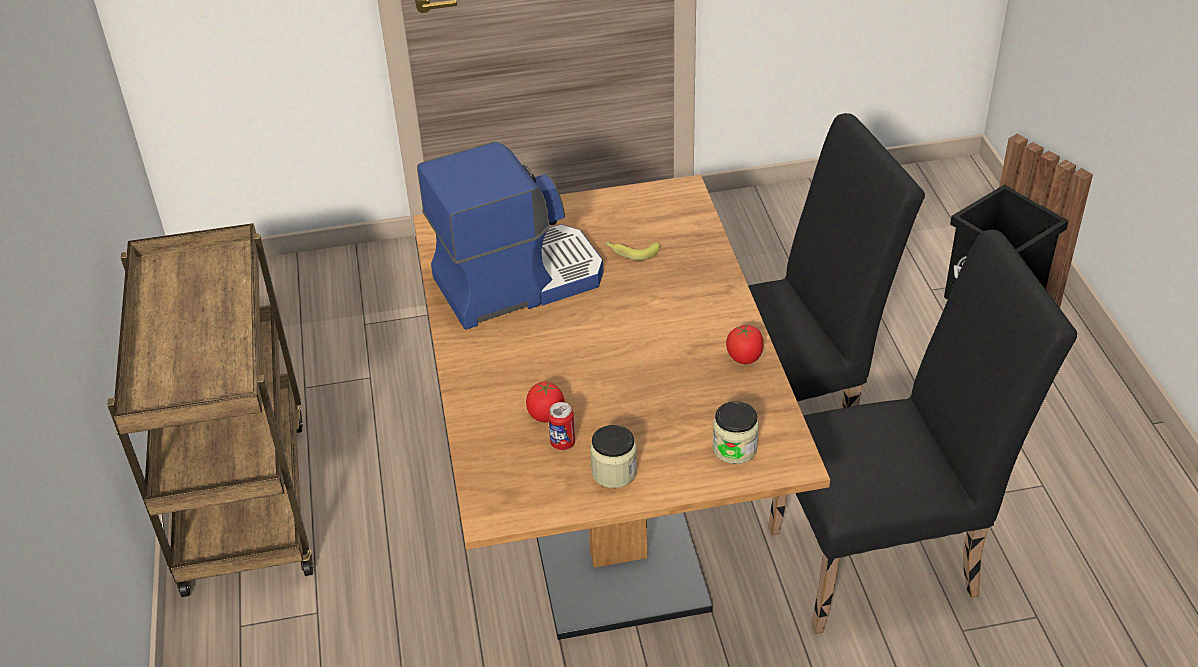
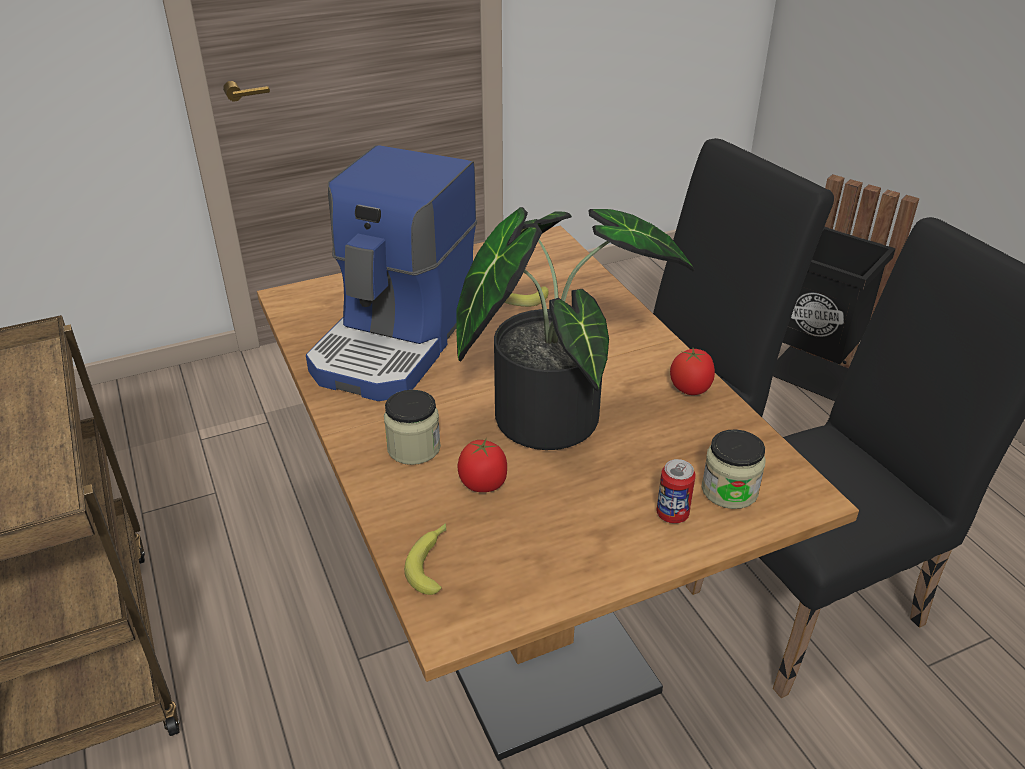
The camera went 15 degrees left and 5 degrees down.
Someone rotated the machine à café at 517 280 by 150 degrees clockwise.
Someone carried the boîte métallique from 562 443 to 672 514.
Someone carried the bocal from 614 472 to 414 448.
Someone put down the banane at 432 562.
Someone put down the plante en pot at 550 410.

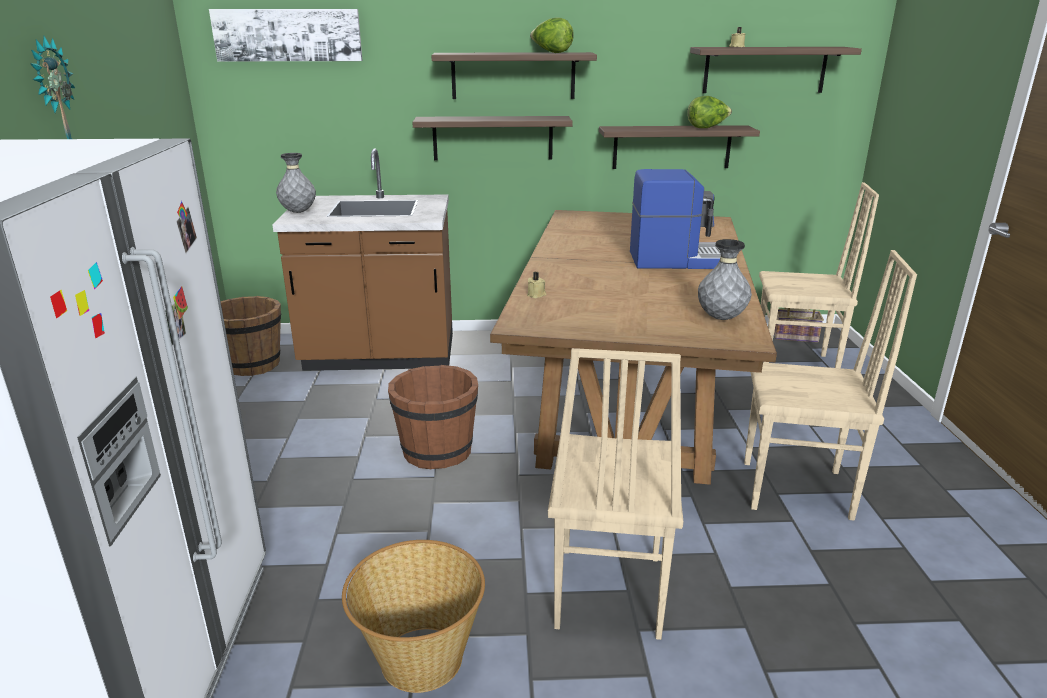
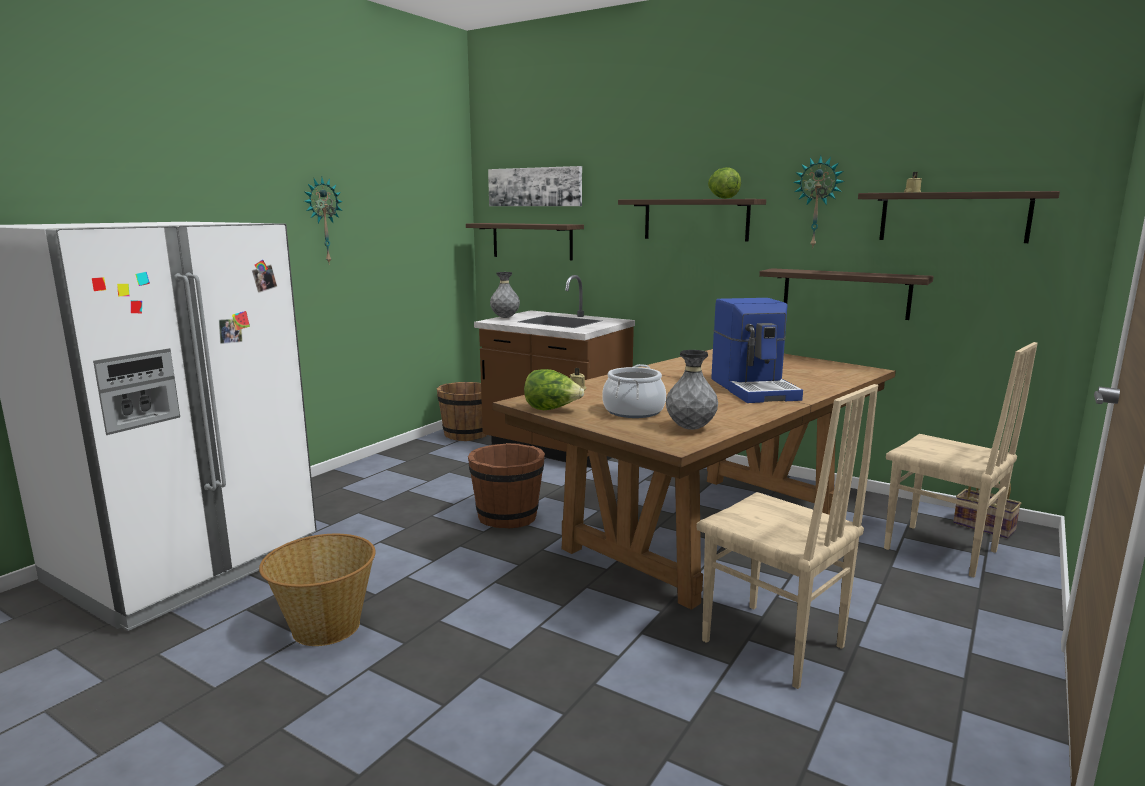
The camera went 35 degrees right and 10 degrees down.
Someone carried the étagère from 493 138 to 532 241.
Someone took away the chaise (beige) at 606 592.
Someone rotated the machine à café at 678 259 by 45 degrees clockwise.
Someone carried the laitue from 707 128 to 552 409.
Someone put down the marmite at 633 411.
Someone put up the horloge murale at 817 202.

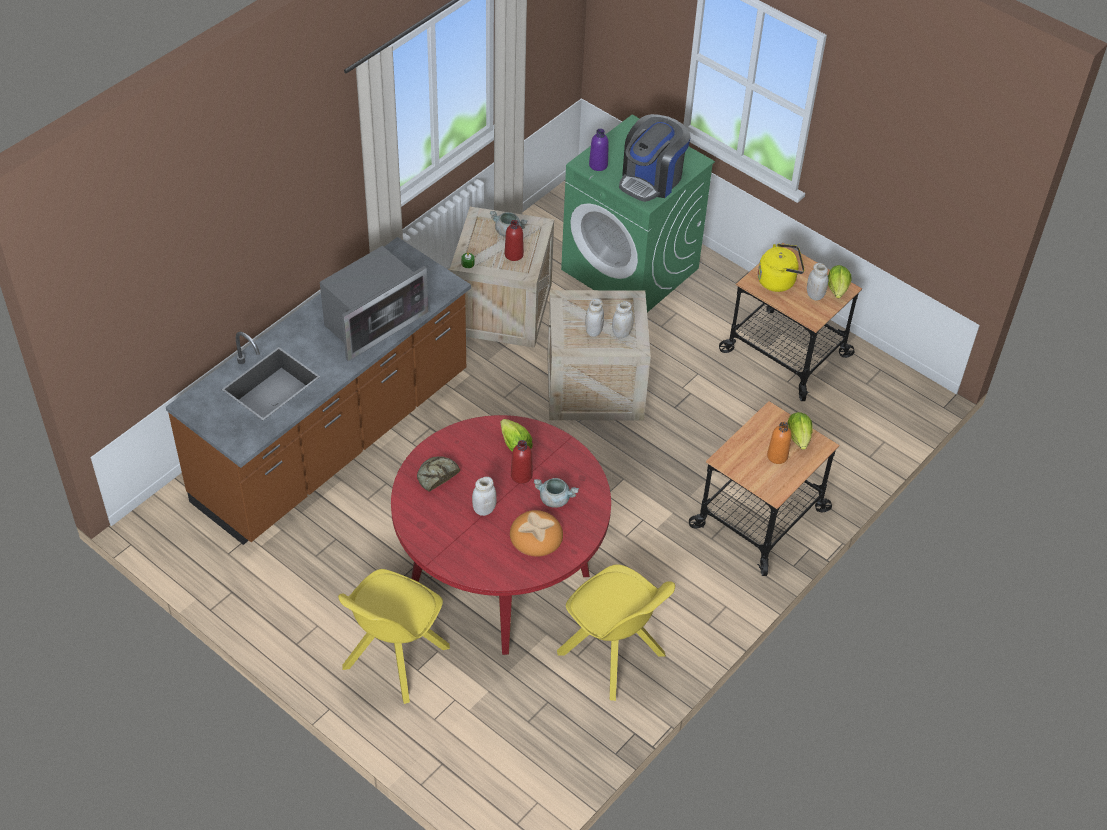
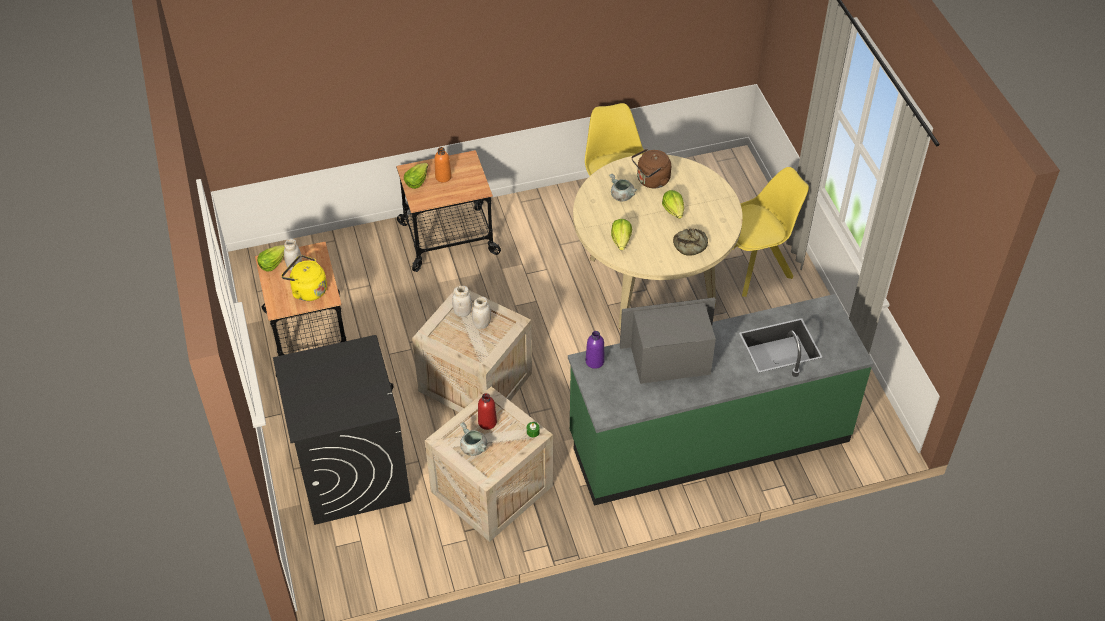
The camera went 145 degrees left and 0 degrees up.
Someone repainted the comptoir de cuisine (marron) at 334 439, which became the comptoir de cuisine (vert) at 708 438.
Someone repainted the table à manger (rouge) at 500 578, which became the table à manger (beige) at 652 282.
Someone swapped the bocal (blanc) at 484 509 for the laitue at 674 210.
Someone swapped the pain at 536 536 for the bouilloire (marron) at 651 181.
Someone took away the bouteille (rouge) at 521 475.
Someone repainted the lave-linge (vert) at 631 269, which became the lave-linge (noir) at 352 470.
Someone carried the bouteille (violet) from 598 165 to 594 361.
Someone took away the machine à café at 651 179.

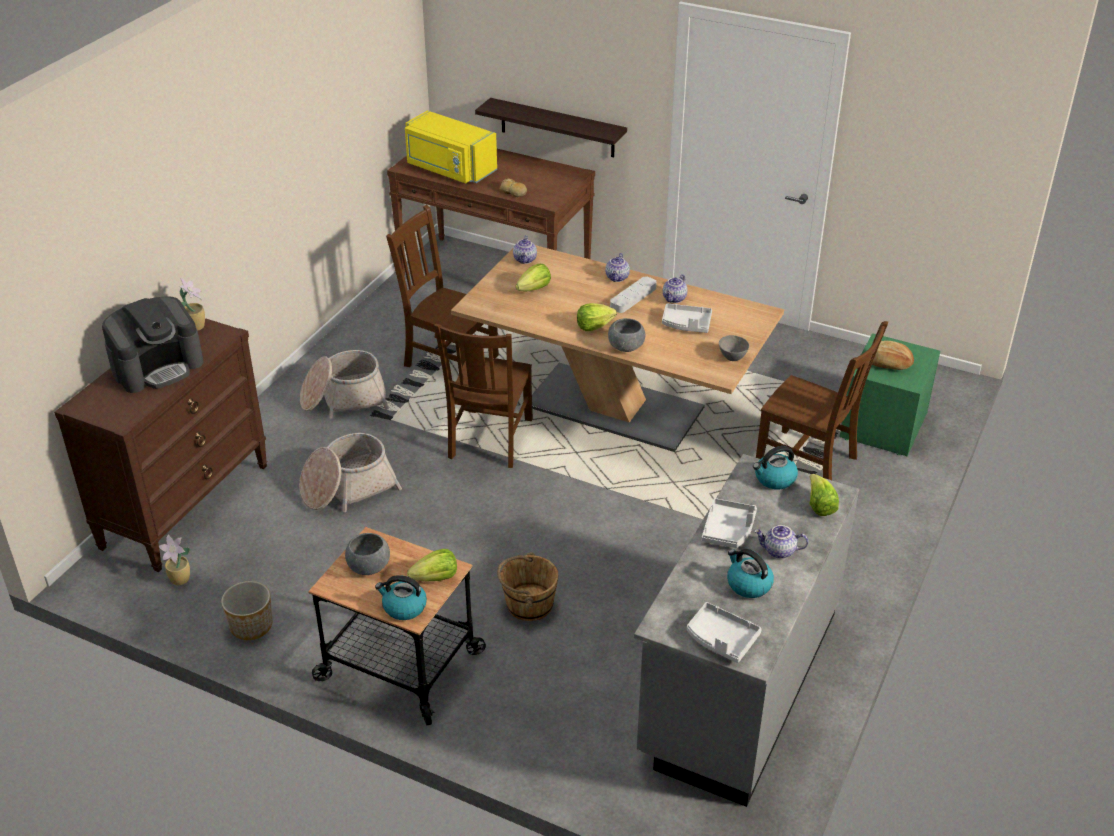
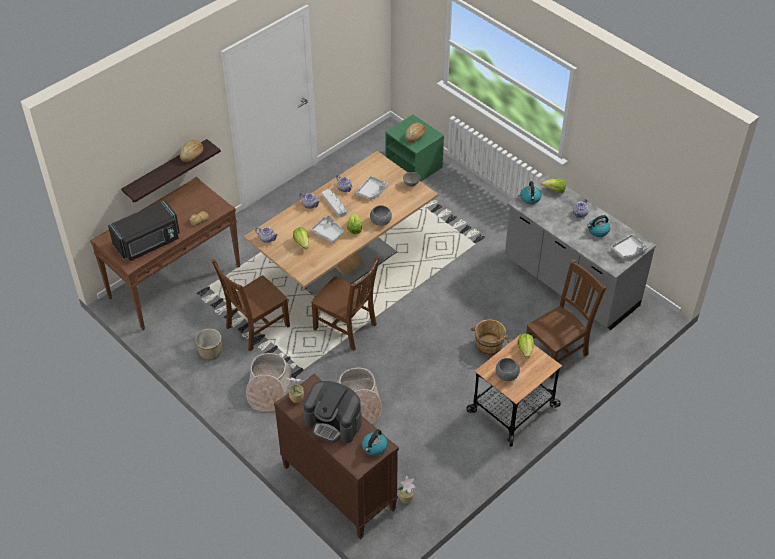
The camera went 70 degrees left and 10 degrees up.
Someone rotated the machine à café at 158 367 by 135 degrees clockwise.
Someone carried the cache-pot from 251 626 to 210 352.
Someone carried the bouilloire from 403 607 to 374 447.
Someone repainted the micro-ondes (jaune) at 449 169, which became the micro-ondes (noir) at 148 243.
Someone carried the plateau (gris) from 728 530 to 328 233.
Someone carried the chaise (marron) from 809 462 to 557 352.
Someone put down the pain at 192 155.

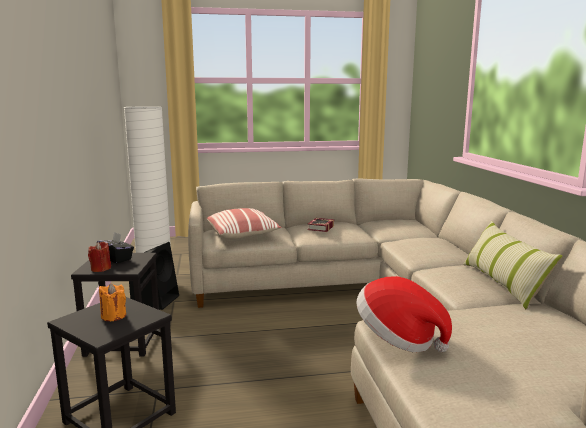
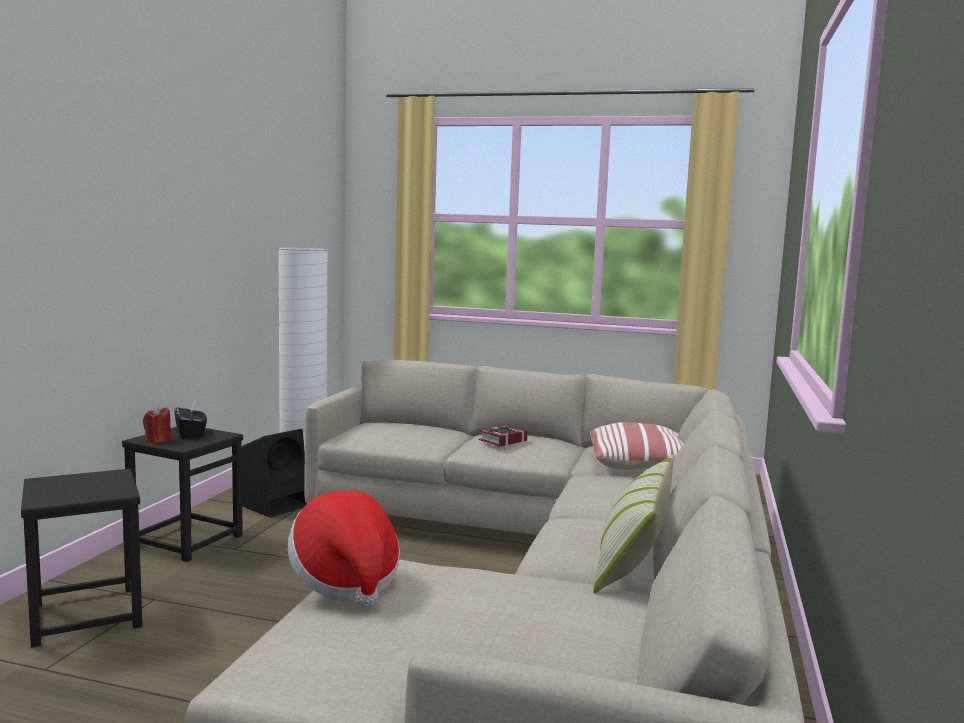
The camera went 25 degrees right and 5 degrees down.
Someone took away the bougie (orange) at 113 316.
Someone carried the coussin from 243 234 to 640 465.

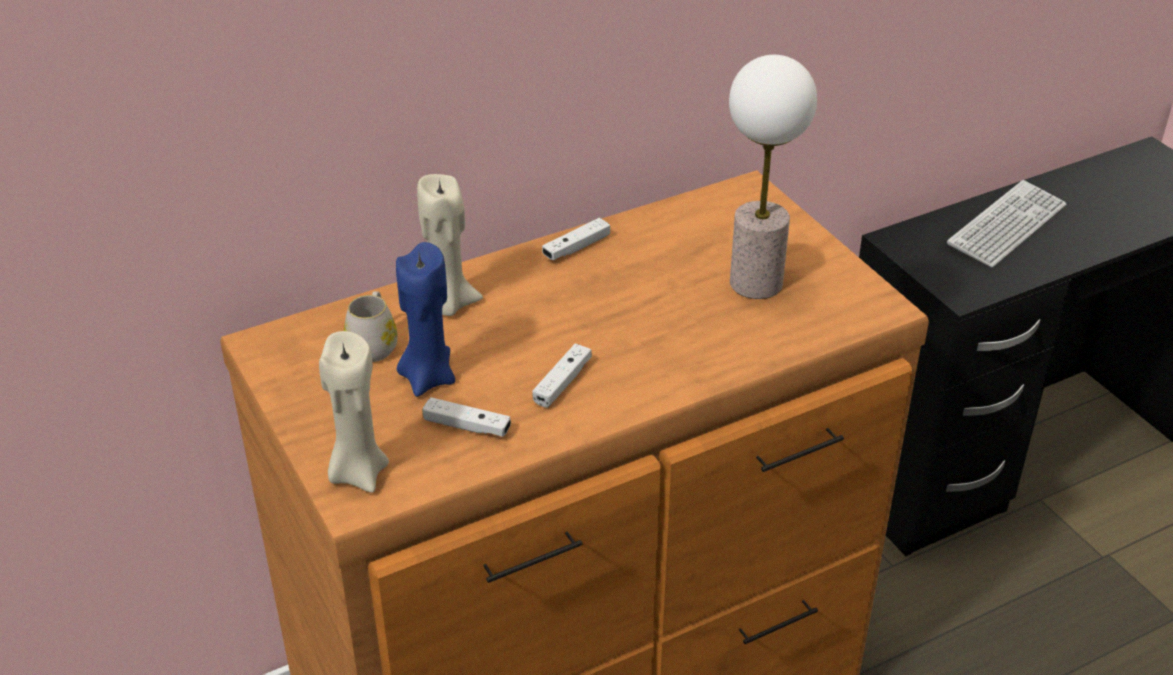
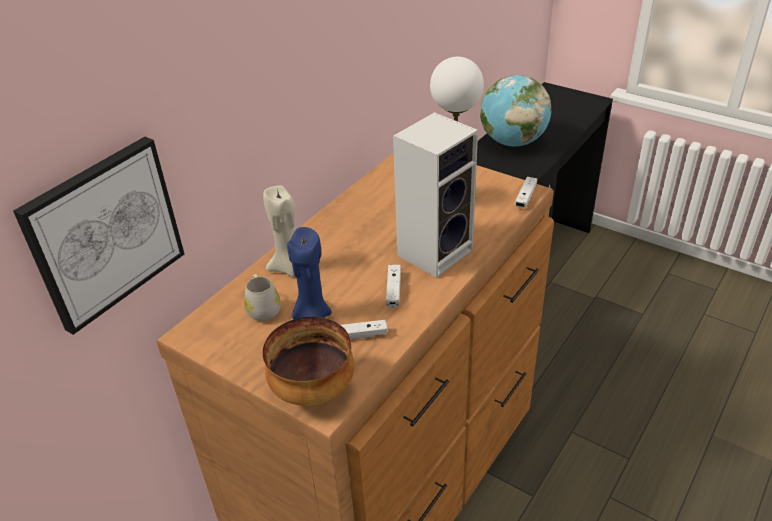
The camera went 25 degrees left and 0 degrees up.
Someone swapped the bougie (beige) at 358 472 for the bol at 313 389.
Someone carried the manette (blanc) from 576 247 to 525 197.
Someone swapped the clavier at 1007 226 for the globe at 512 142.
Someone put up the tableau at 104 233.
Someone put down the enceinte at 435 251.

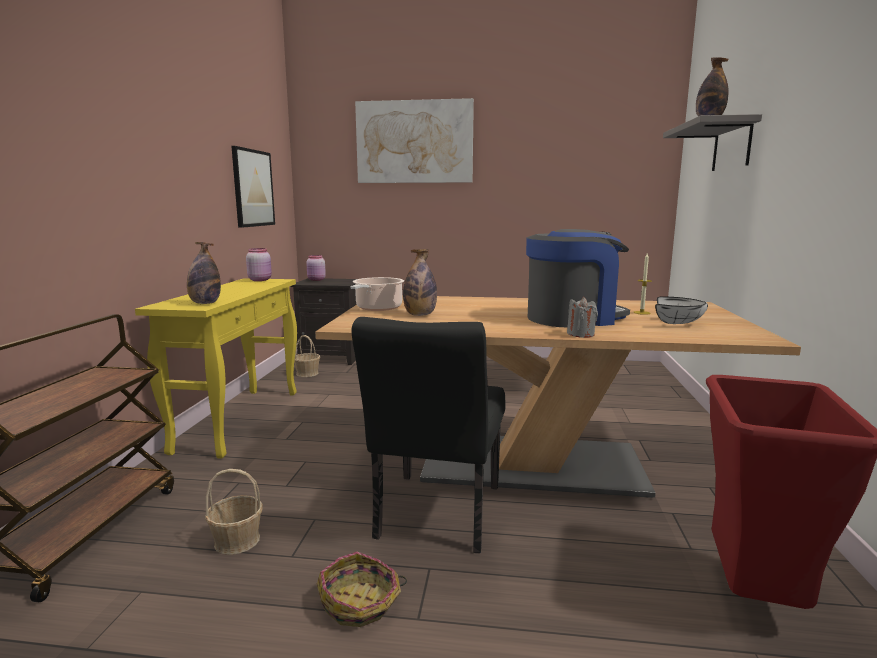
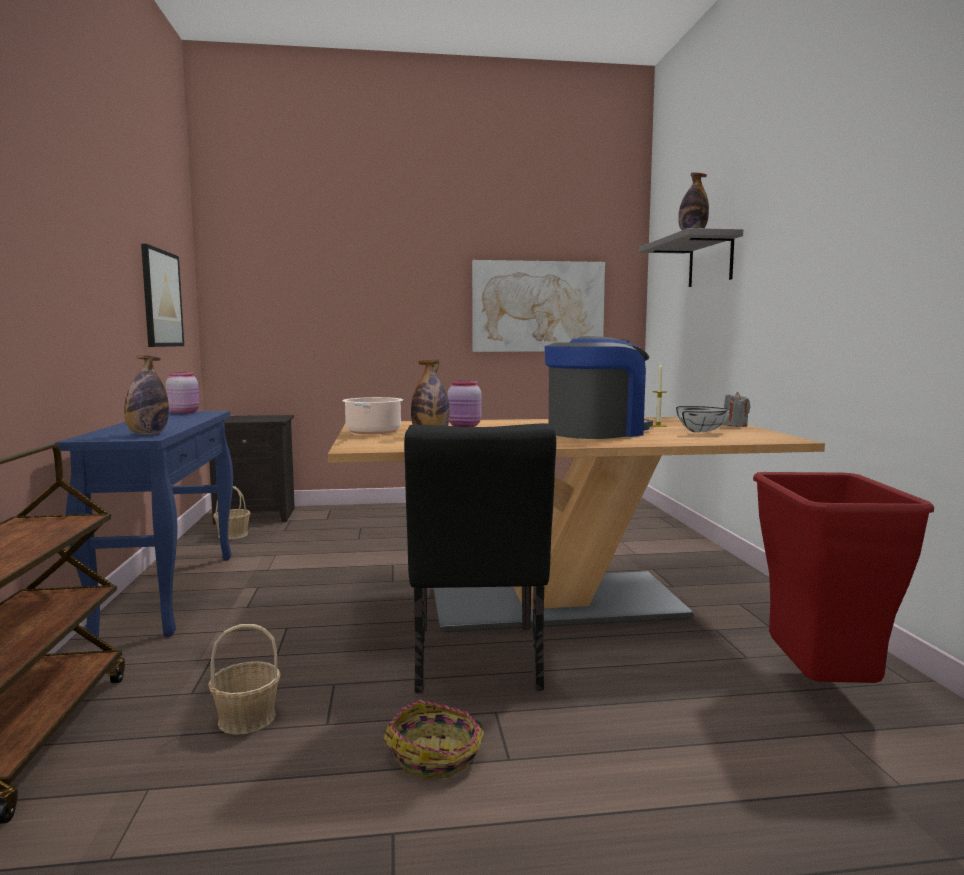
The camera went 15 degrees left and 5 degrees down.
Someone repainted the table console (jaune) at 240 419, which became the table console (bleu) at 170 592.
Someone carried the bocal (rose) from 316 280 to 465 426.
Someone carried the tableau from 414 142 to 538 306.
Someone carried the bougie (gris) from 581 334 to 735 425.

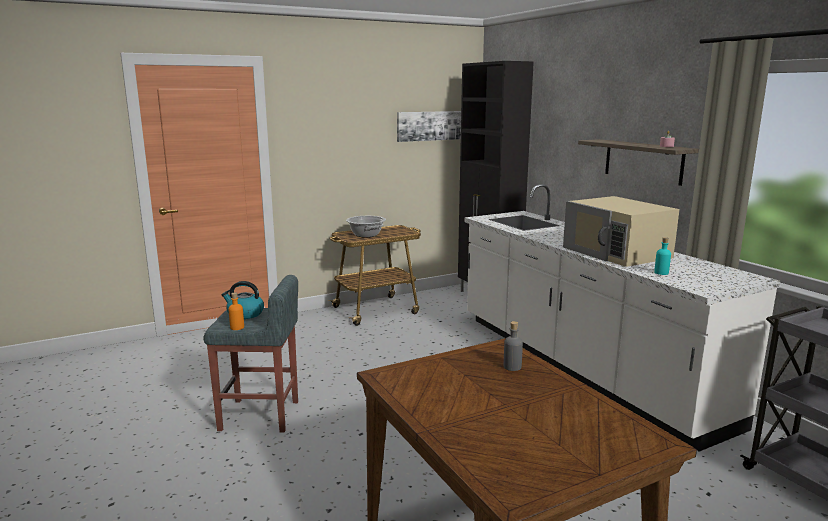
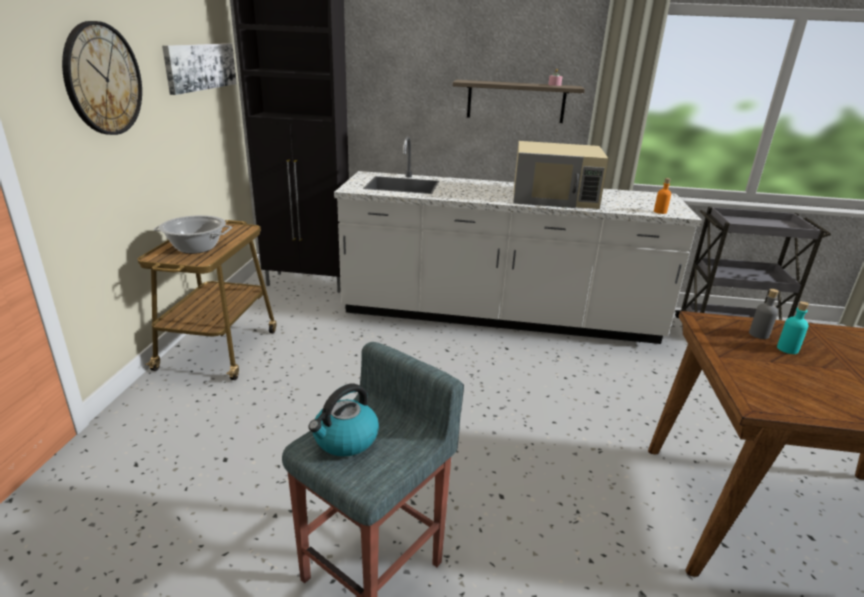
The camera went 55 degrees left and 10 degrees up.
Someone carried the bouteille (orange) from 237 327 to 660 212.
Someone carried the bouteille (turquoise) from 661 273 to 787 349.
Someone put up the horloge murale at 103 79.

